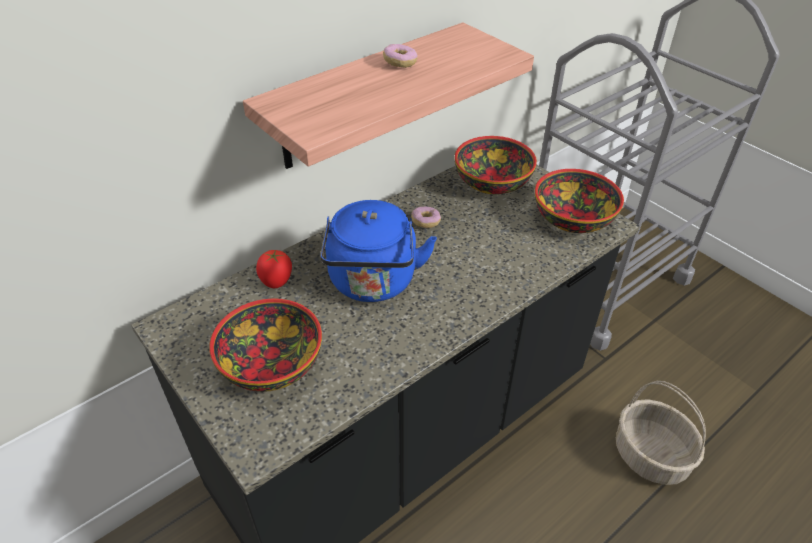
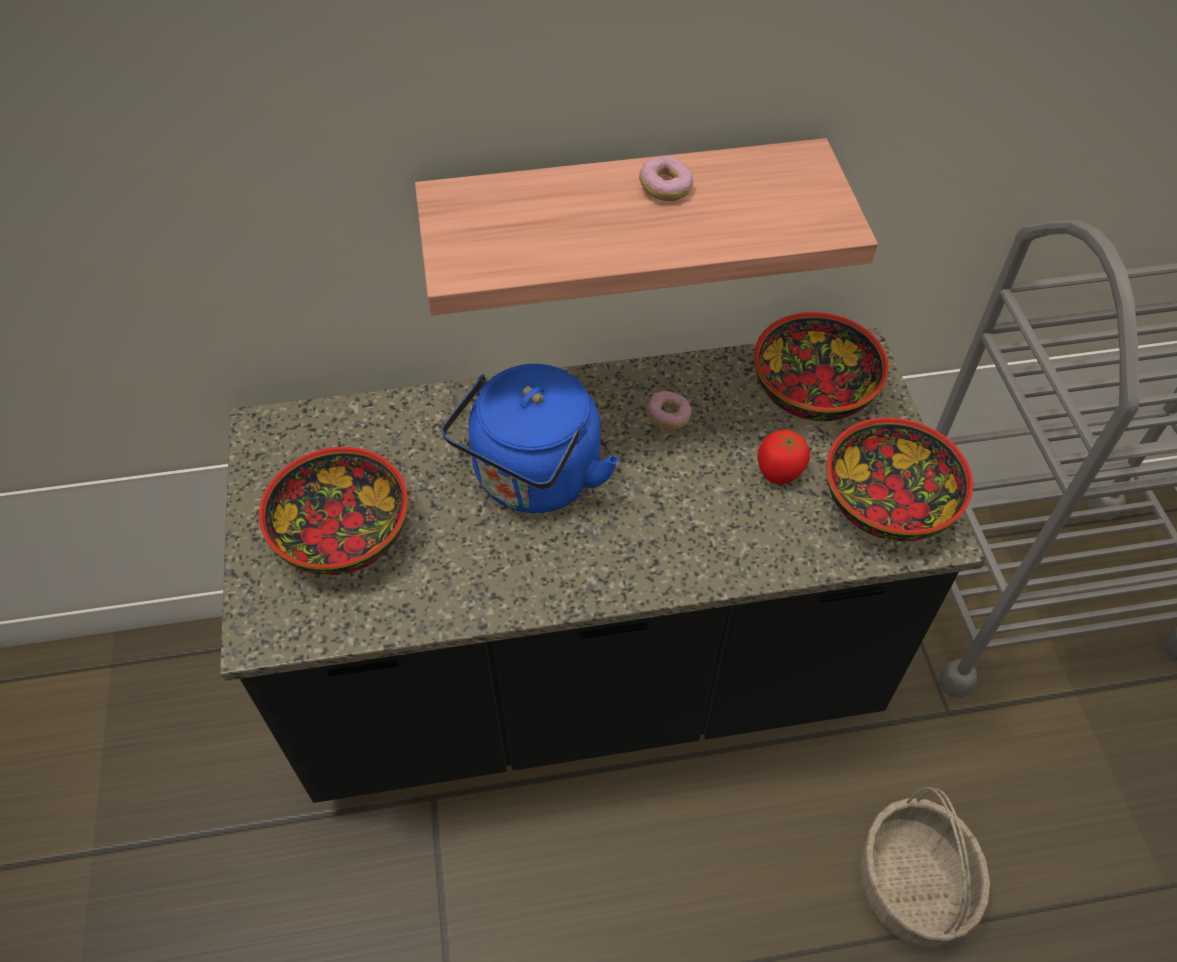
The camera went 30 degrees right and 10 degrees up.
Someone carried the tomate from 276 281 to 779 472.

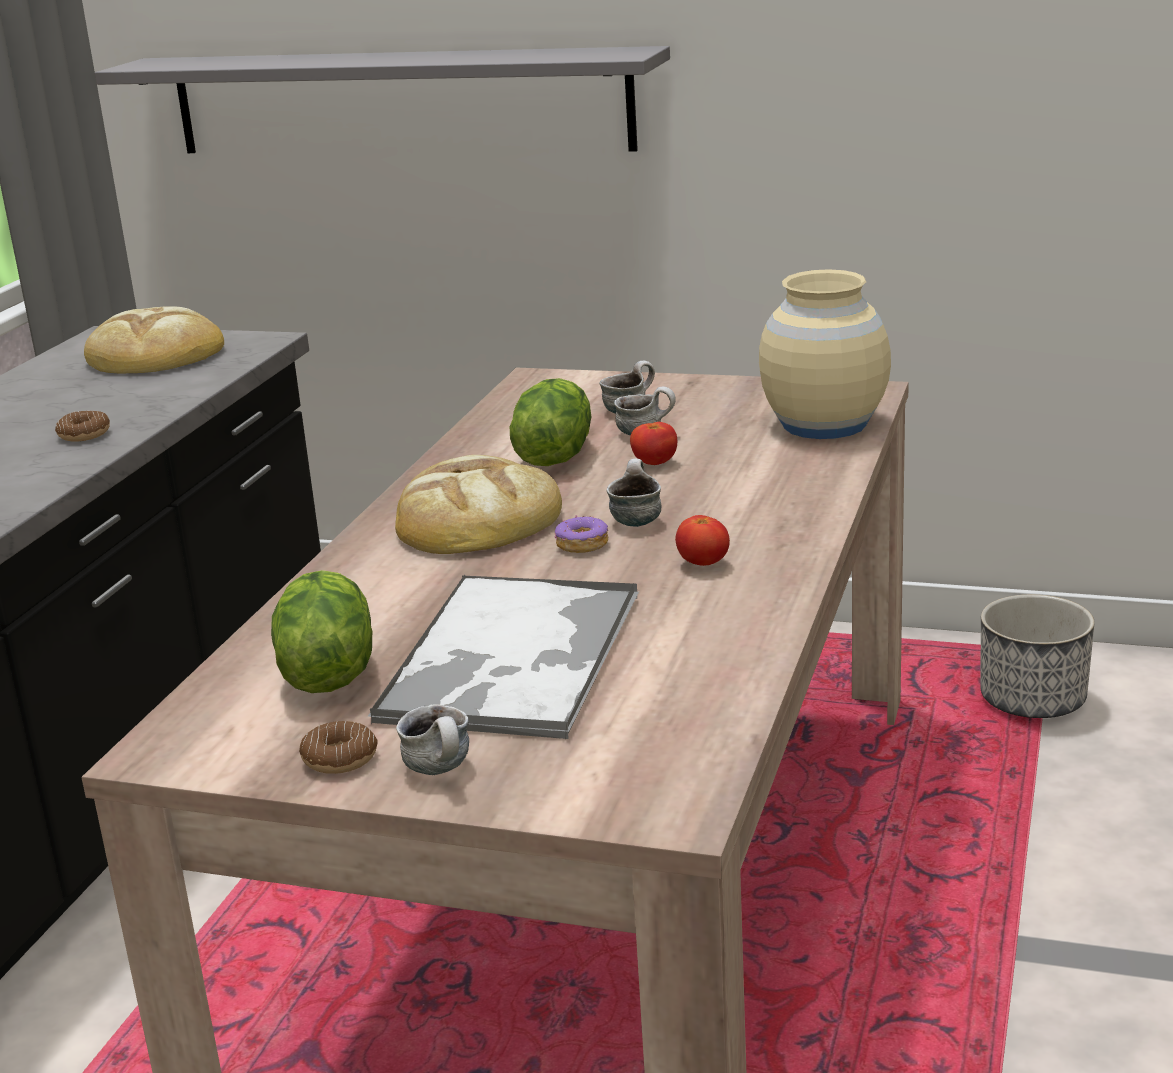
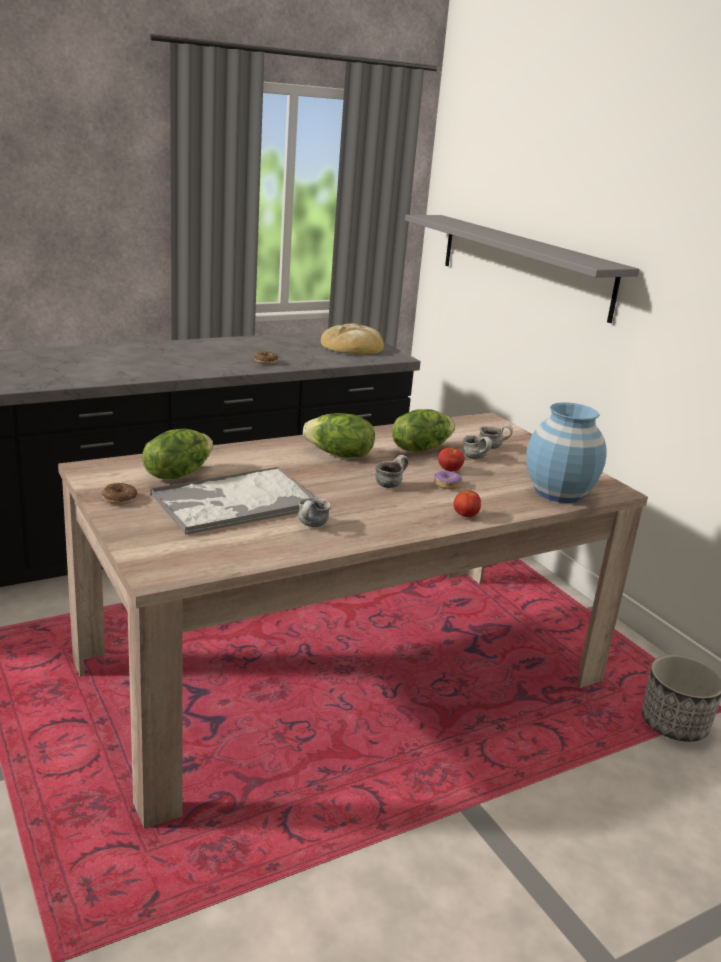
The camera went 40 degrees right and 0 degrees up.
Someone swapped the pain at 476 518 for the laitue at 339 455.
Someone carried the mug from 443 770 to 312 526.
Someone carried the beignet from 581 544 to 446 484.
Someone carried the tomate from 703 564 to 465 516.
Someone repainted the vase (beige) at 823 424, which became the vase (bleu) at 558 492.

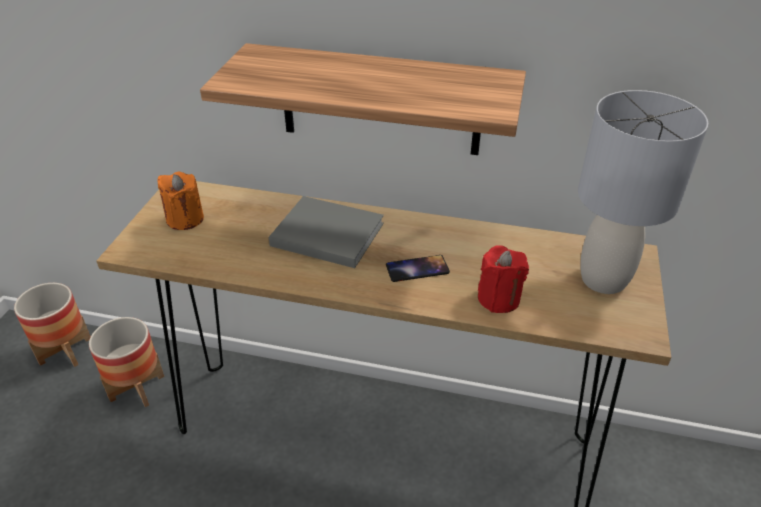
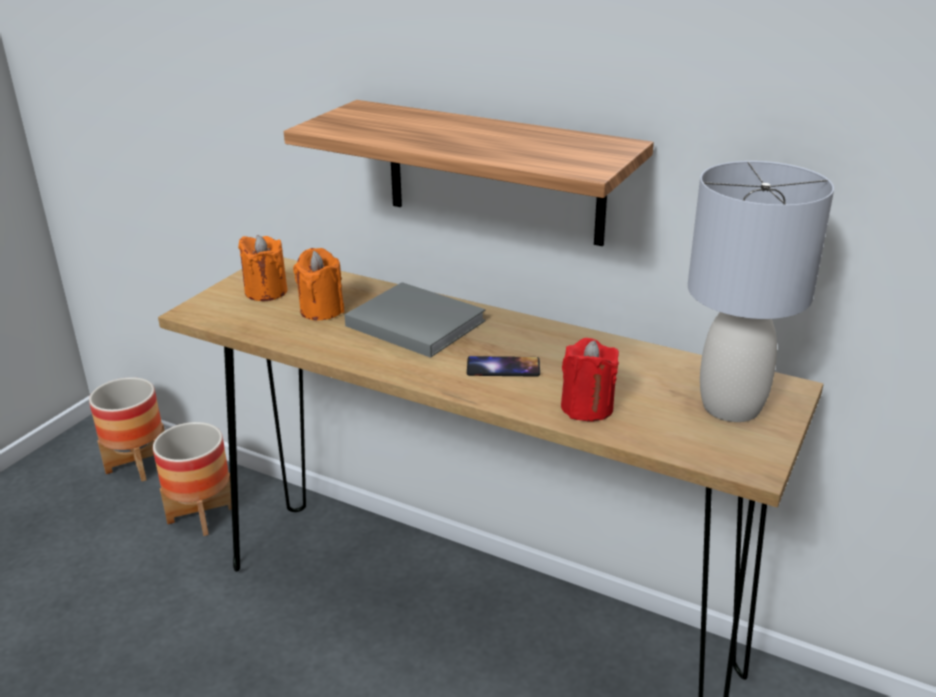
The camera went 15 degrees right and 10 degrees down.
Someone put down the bougie (orange) at 322 310.

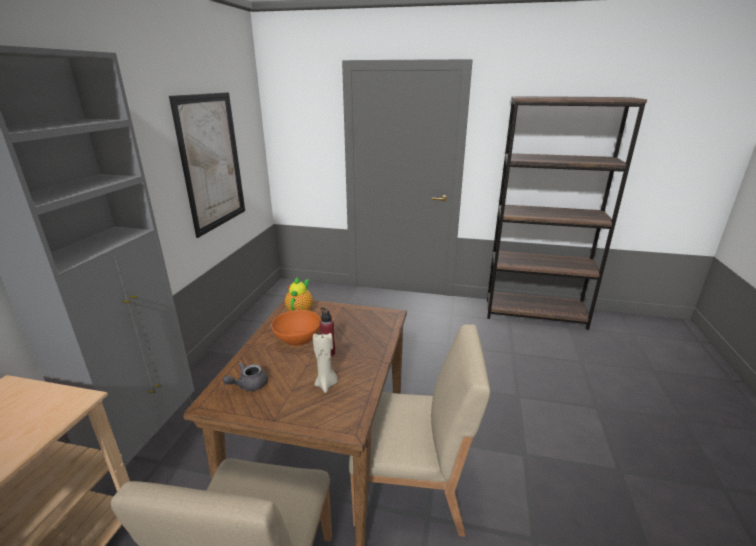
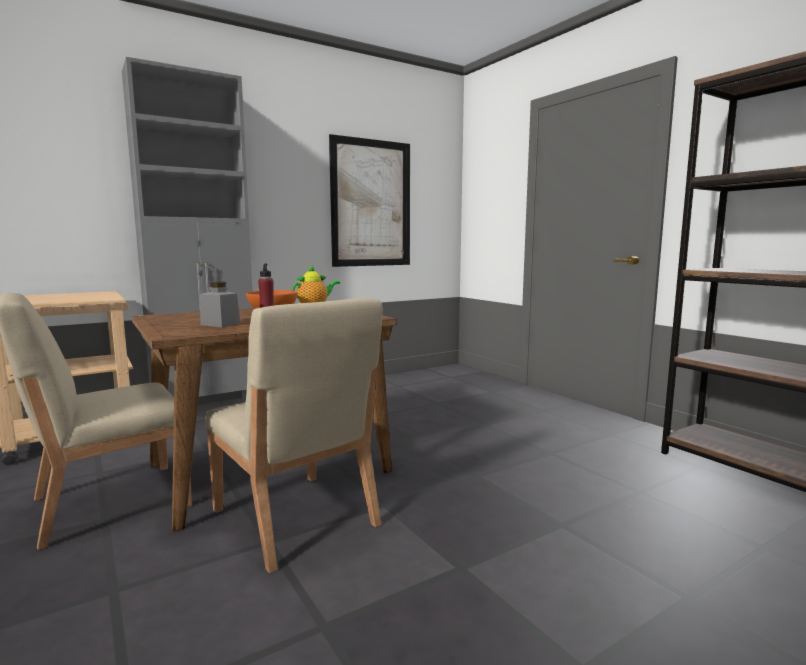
The camera went 45 degrees right and 15 degrees down.
Someone took away the théière (gris) at 248 385.
Someone swapped the bougie (beige) at 326 384 for the bocal (gris) at 220 324.

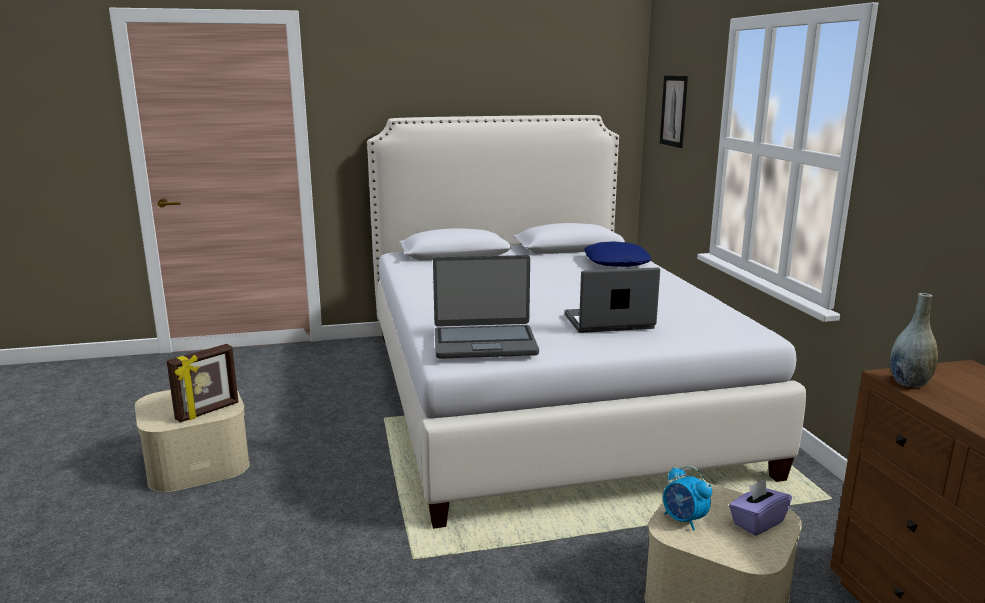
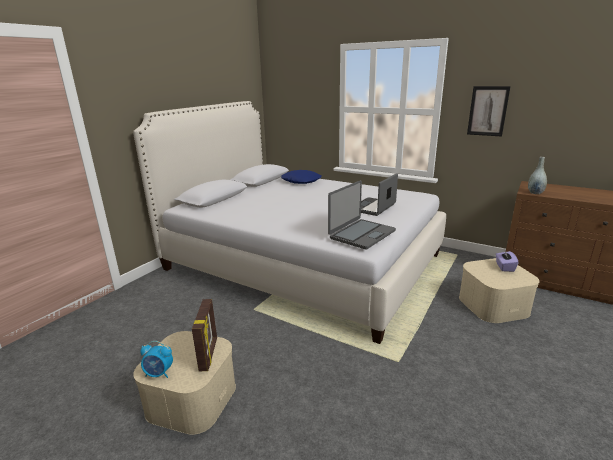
The camera went 45 degrees left and 5 degrees up.
Someone carried the tableau from 674 111 to 487 111.
Someone carried the réveil from 684 520 to 159 373.

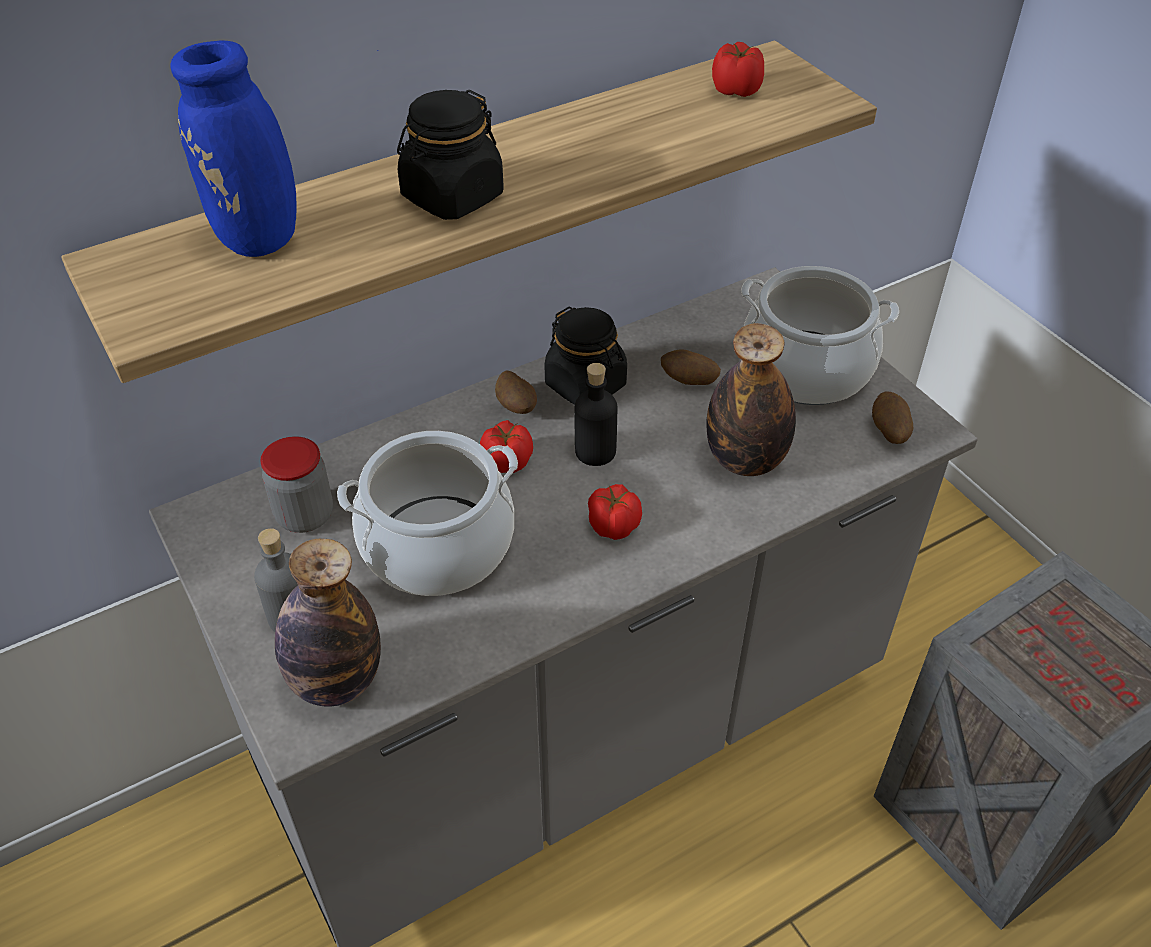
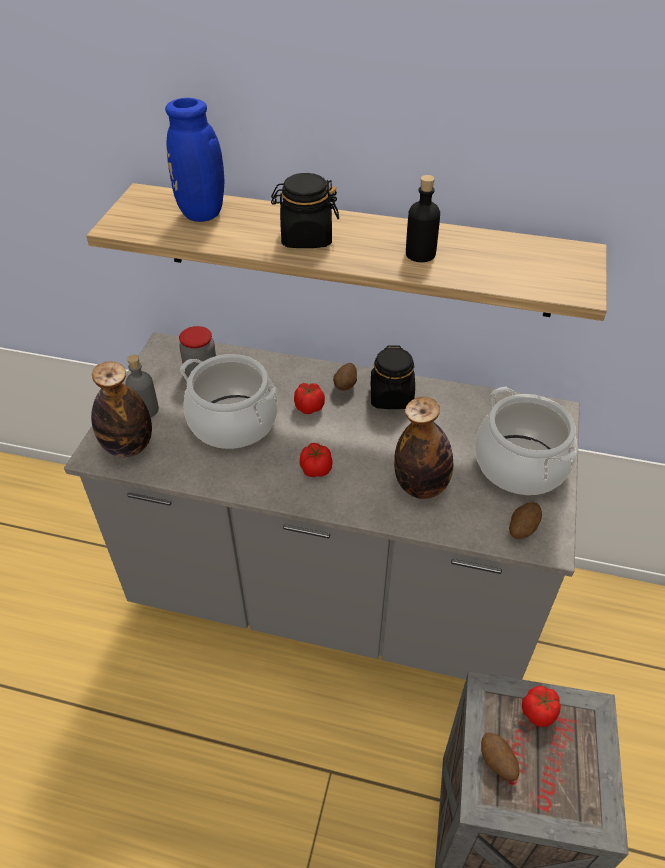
The camera went 45 degrees right and 0 degrees up.
Someone carried the bouteille (noir) from 595 451 to 420 254.
Someone carried the pomme de terre from 688 382 to 497 762.
Someone carried the tomate from 736 90 to 539 711.

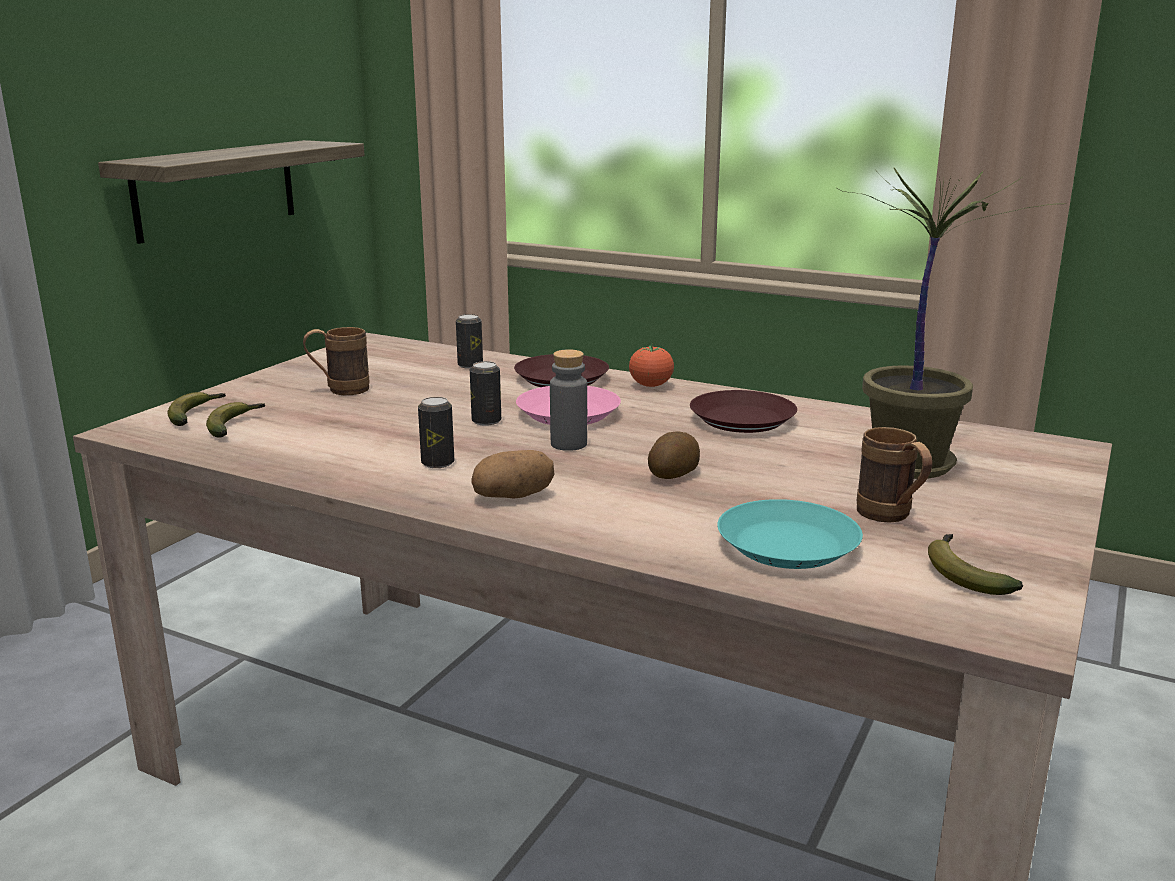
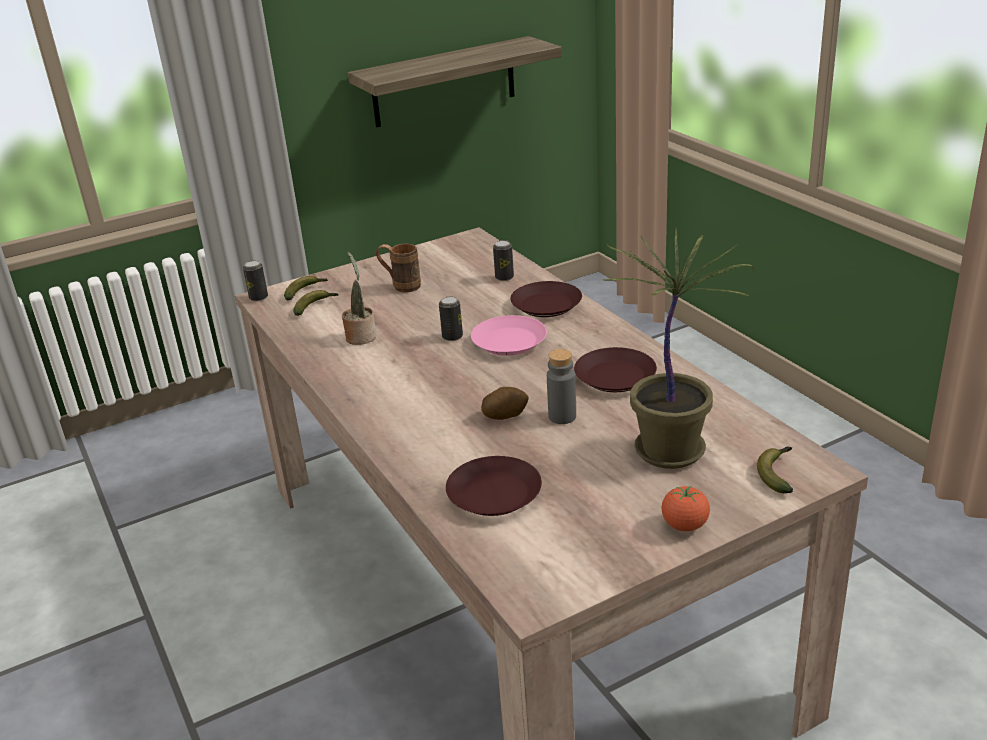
The camera went 35 degrees right and 10 degrees up.
Someone carried the boîte métallique from 437 463 to 258 297.
Someone took away the pomme de terre at 513 496.
Someone carried the bouteille (gris) from 568 444 to 562 416.
Someone carried the tomate from 651 386 to 684 525.
Someone repainted the assiette (turquoise) at 788 545, which became the assiette (marron) at 495 494.
Someone took away the mug (marron) at 891 517.
Someone carried the banane from 964 573 to 777 473.
Someone put down the plante en pot at 361 336.

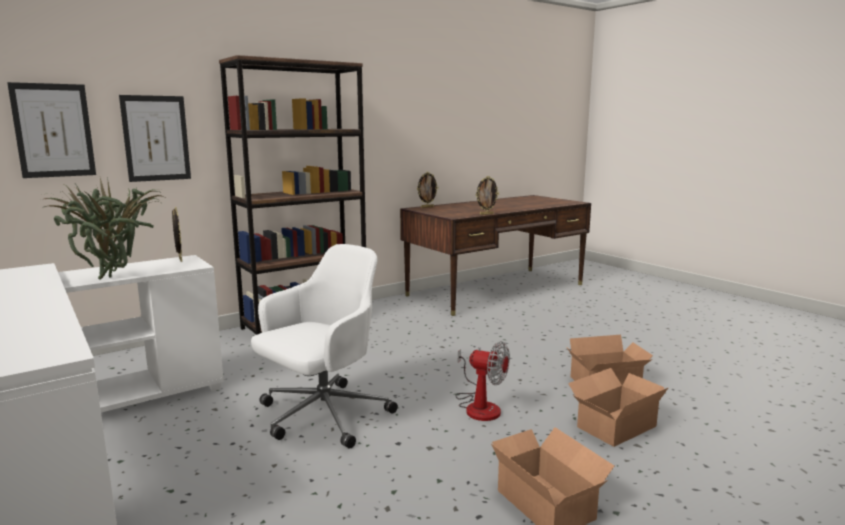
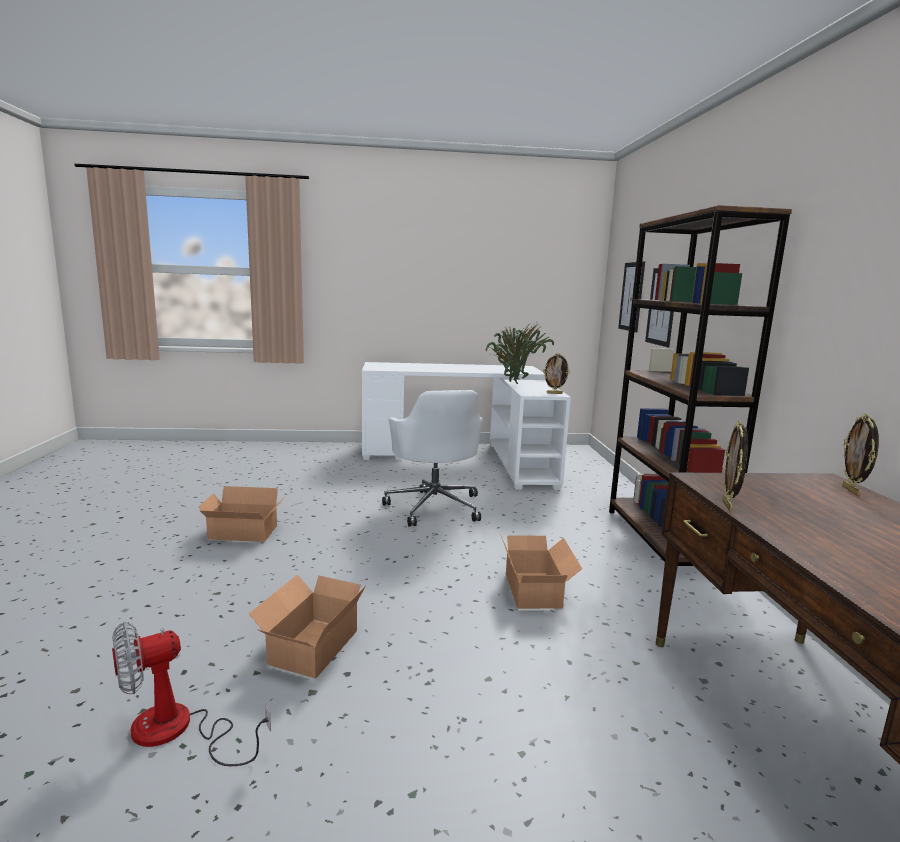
The camera went 120 degrees right and 0 degrees up.
Someone carried the ventilateur from 479 406 to 178 731.
Someone carried the carton from 613 426 to 535 589.

